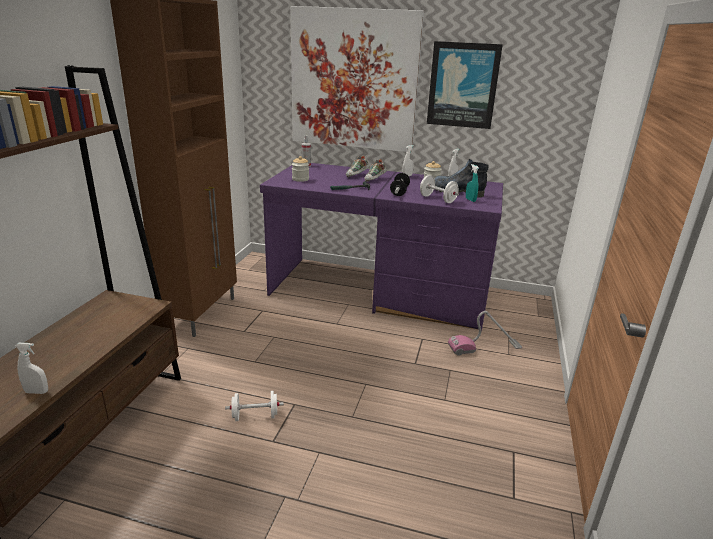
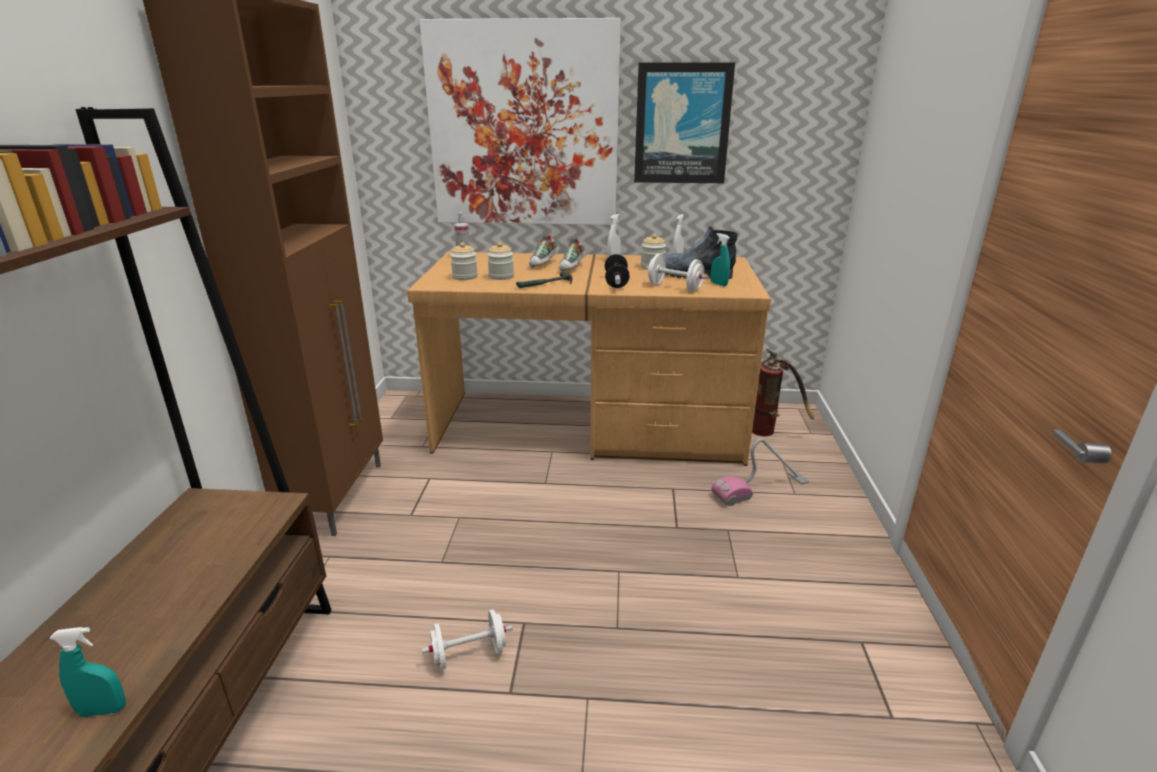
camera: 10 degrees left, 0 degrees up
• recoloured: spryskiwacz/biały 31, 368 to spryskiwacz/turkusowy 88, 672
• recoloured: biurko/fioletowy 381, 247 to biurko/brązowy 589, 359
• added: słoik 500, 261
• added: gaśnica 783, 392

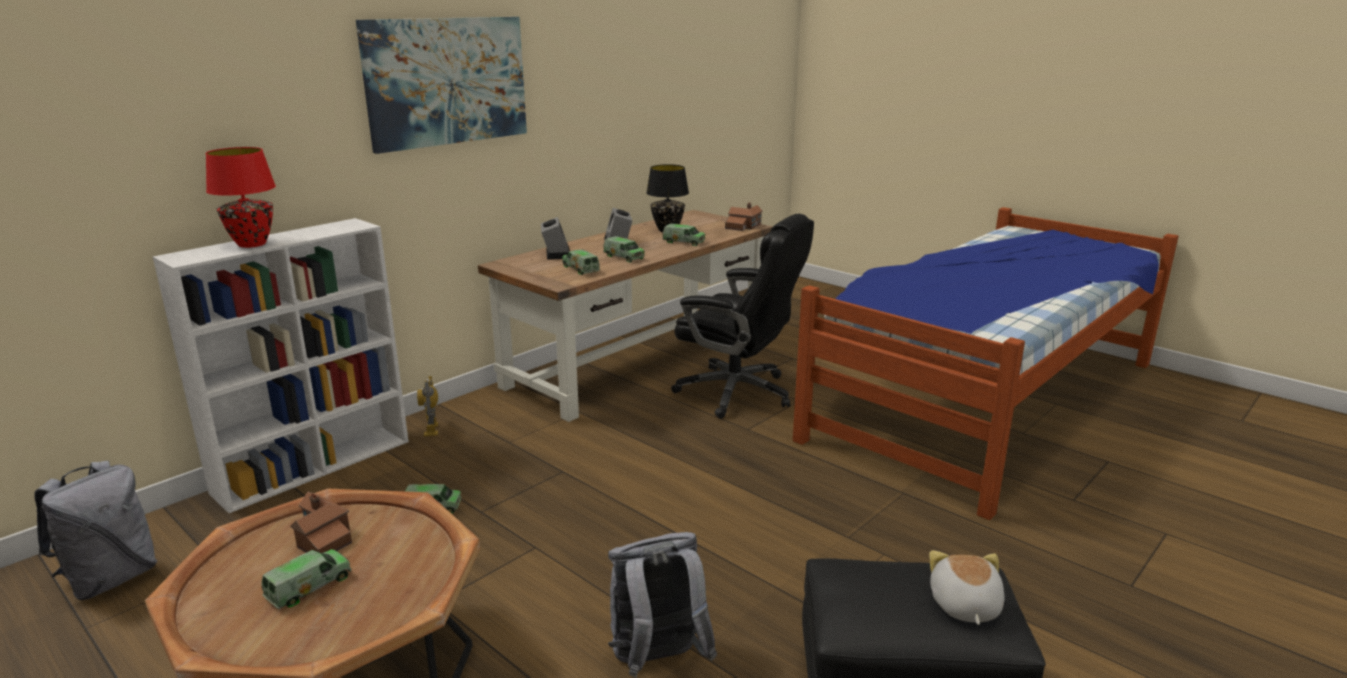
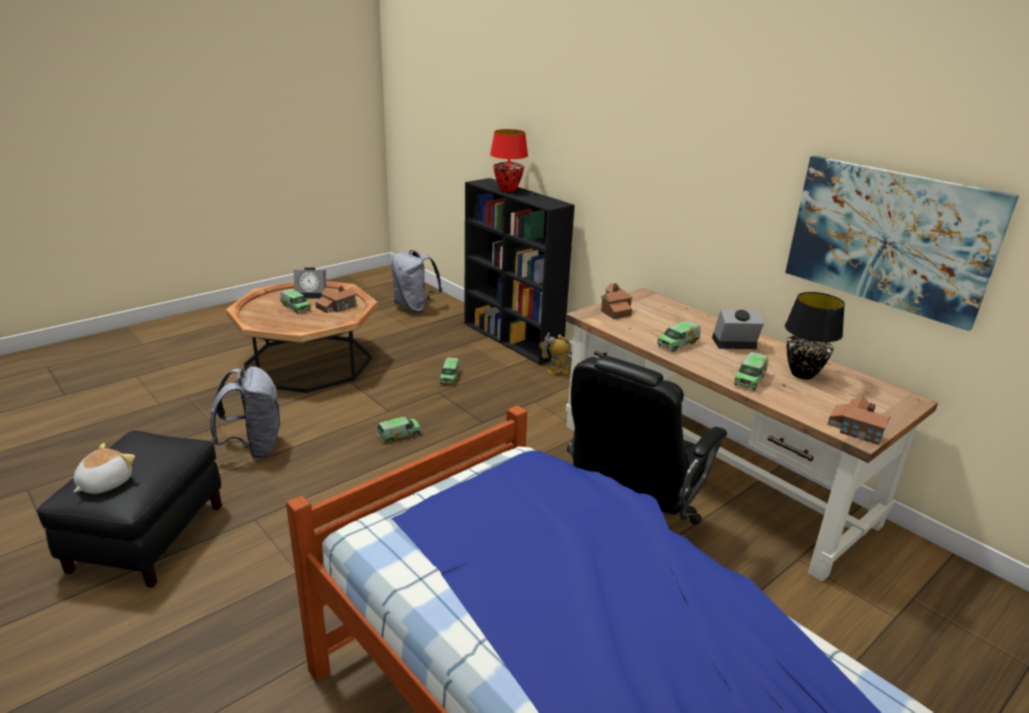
camera: 95 degrees right, 5 degrees up
• turned: pluszak 967, 587 = 104, 468 75 degrees counterclockwise
• moved: budzik 555, 238 to 310, 283
• moved: ciężarówka zabawkowa 581, 262 to 399, 429
• recoloured: regał/biały 281, 365 to regał/czarny 519, 271
• added: domek 617, 301
• moved: obraz 441, 85 to 902, 243

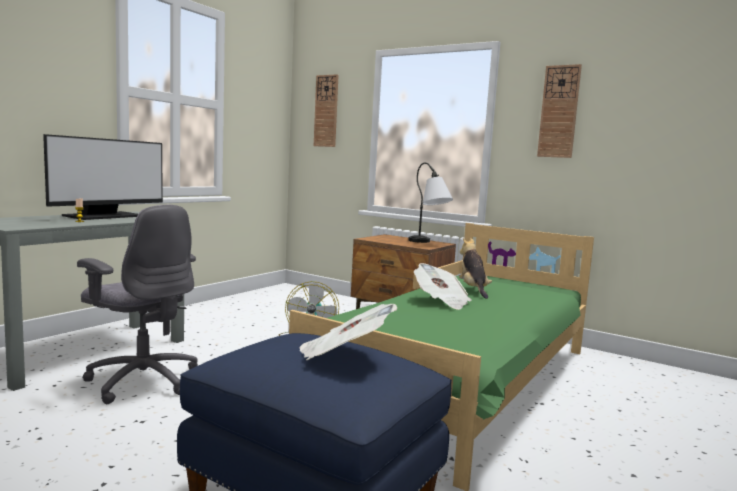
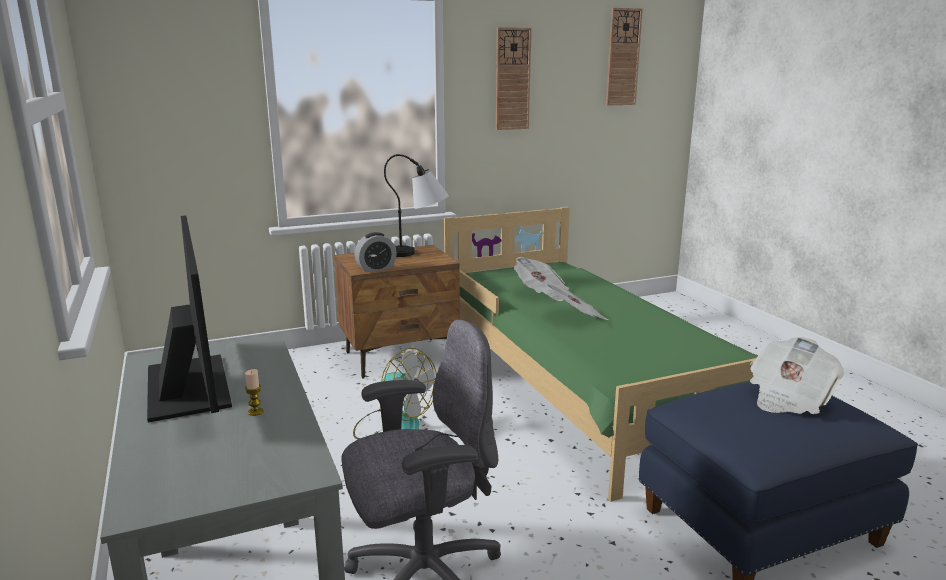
camera: 55 degrees left, 10 degrees up
• added: budzik 376, 252
• replaced: pluszak 475, 268 to gazeta 541, 279
• moved: zegar ścienny 326, 110 to 624, 57

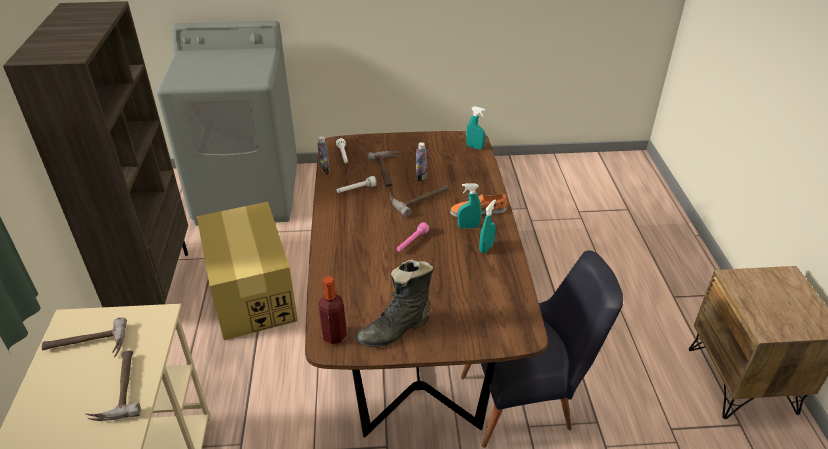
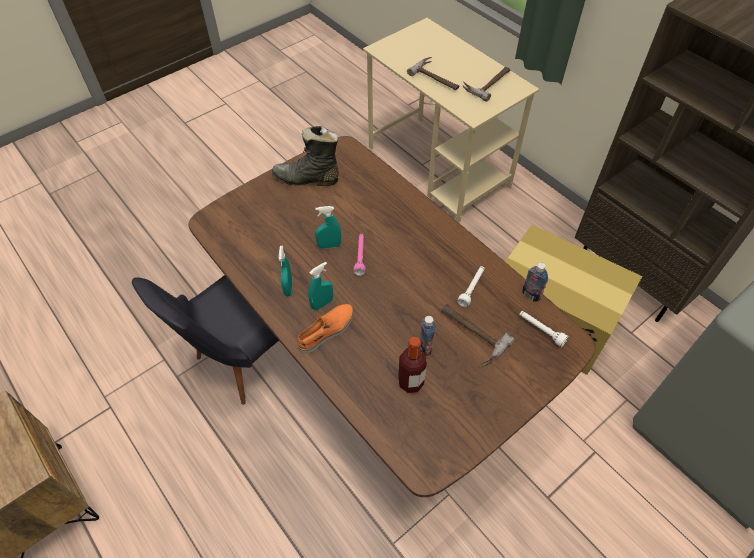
camera: 145 degrees right, 15 degrees up
• turned: but z cholewką/czarny 394, 303 = 305, 156 105 degrees counterclockwise
• moved: spryskiwacz/turkusowy 476, 127 to 328, 227
• moved: butelka 332, 310 to 412, 365
• removed: młotek 419, 201

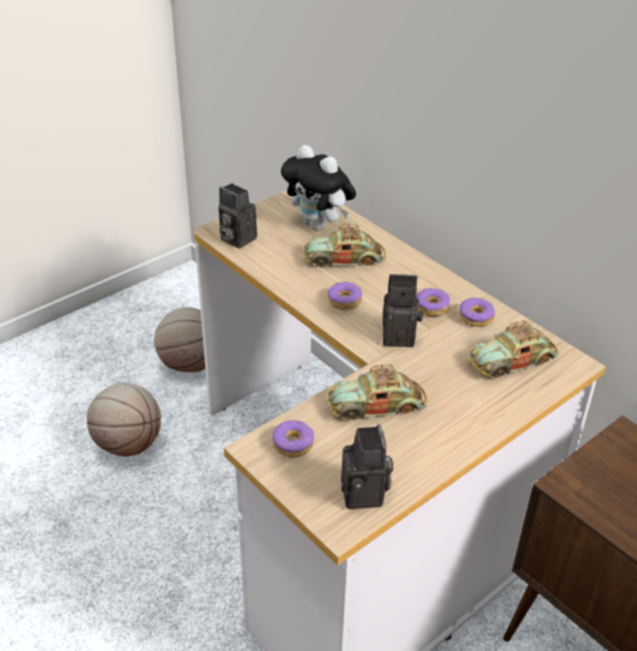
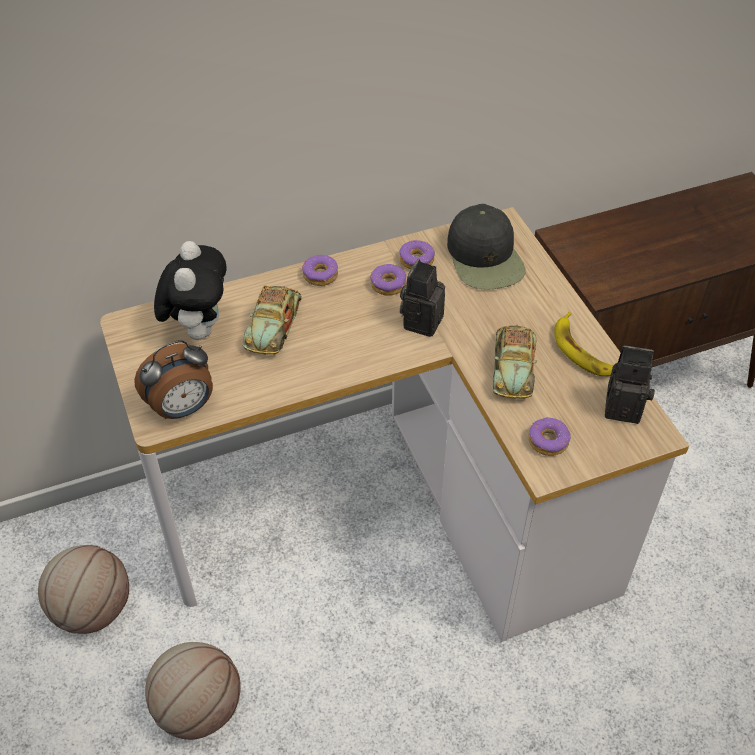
camera: 70 degrees left, 10 degrees up
• replaced: aparat fotograficzny 238, 216 to budzik 173, 379
• turned: pluszak 318, 187 = 190, 290 60 degrees counterclockwise
• moved: donut 345, 295 to 320, 270
• replaced: samochodzik 513, 349 to czapka z daszkiem/czarny 486, 247
• added: banan 584, 344

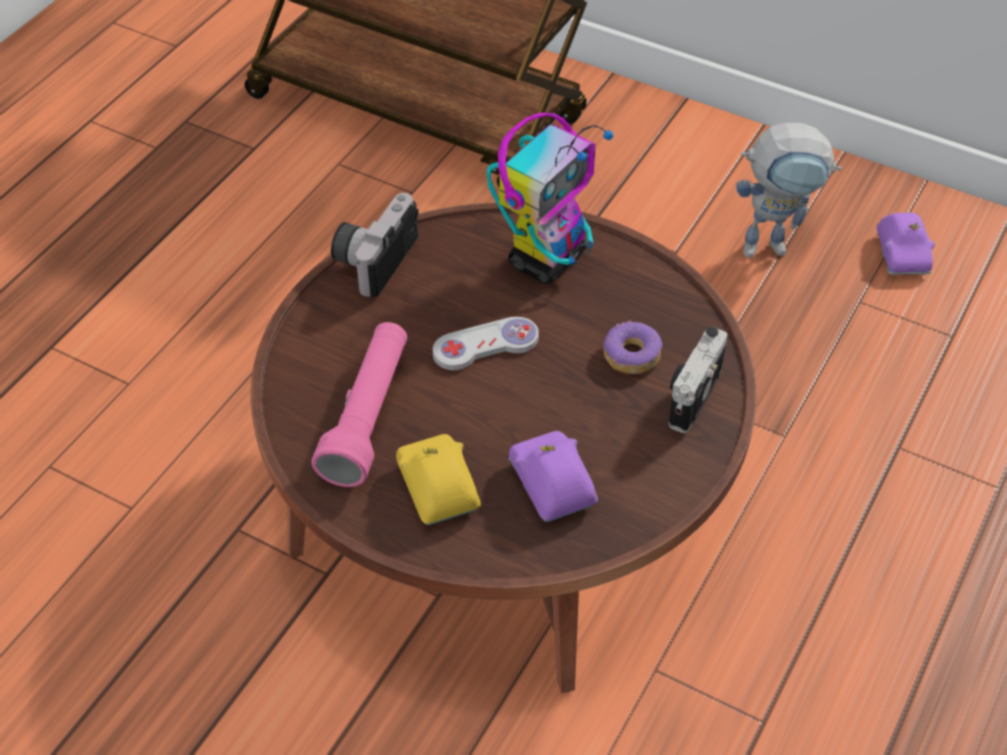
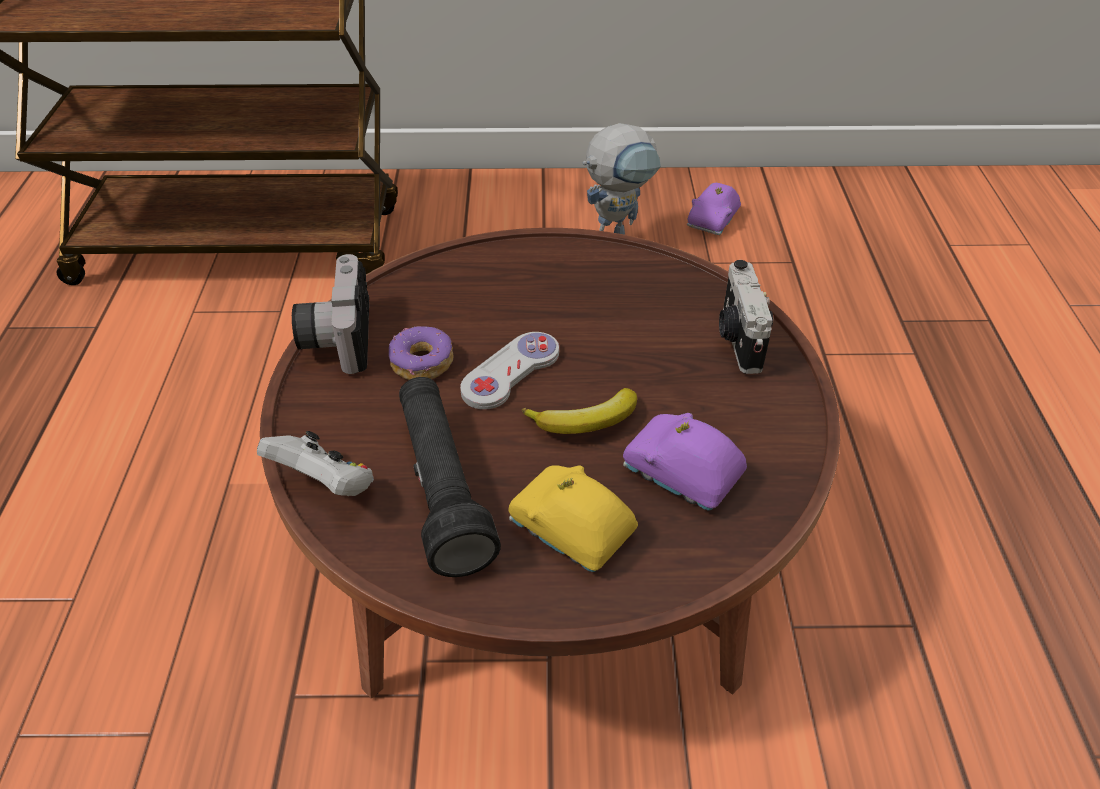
camera: 30 degrees left, 5 degrees down
• added: pad do gier/biały 315, 463
• moved: donut 633, 347 to 421, 353
• recoloured: latarka/różowy 359, 404 to latarka/czarny 450, 477
• added: banan 579, 411
• turned: samochodzik/fioletowy 906, 244 = 714, 209 60 degrees clockwise
• removed: robot zabawkowy 550, 198

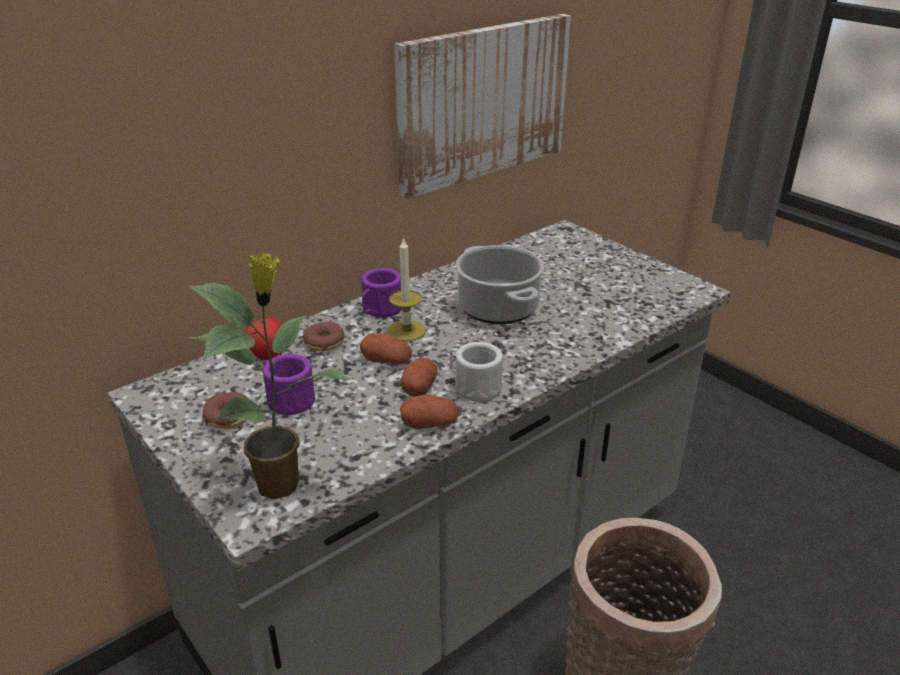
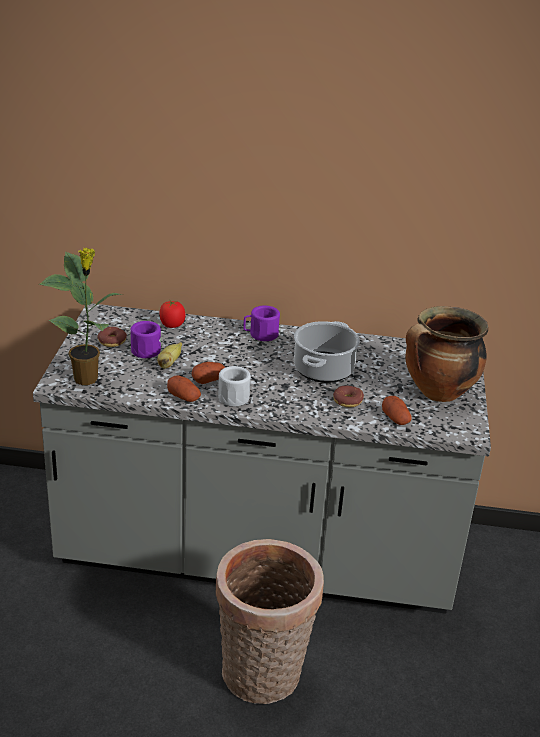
camera: 45 degrees right, 0 degrees up
• added: banan 169, 355
• moved: donut 324, 336 to 348, 396
• moved: ziemniak 386, 348 to 397, 410
• added: garnek 446, 354
• removed: świeca 407, 289
• removed: obraz 482, 106

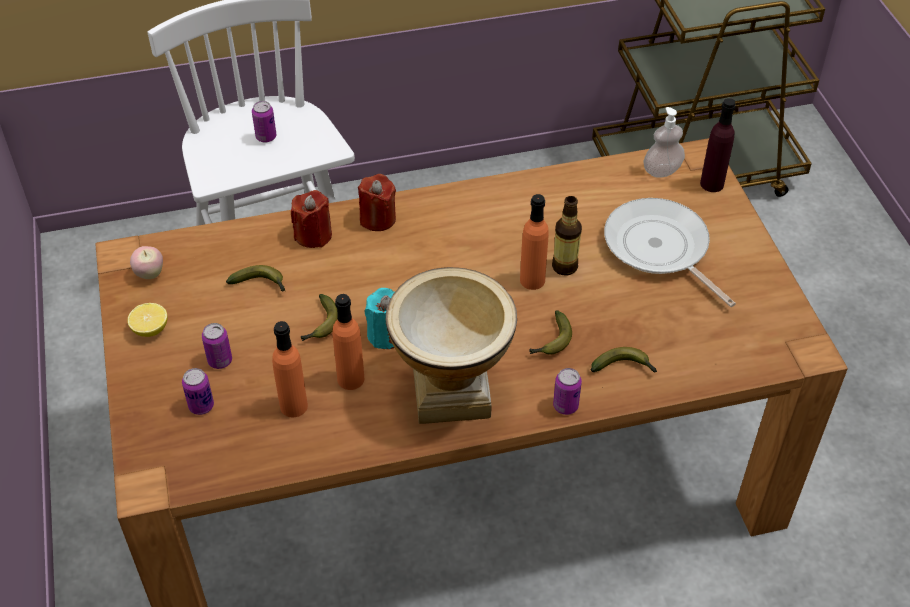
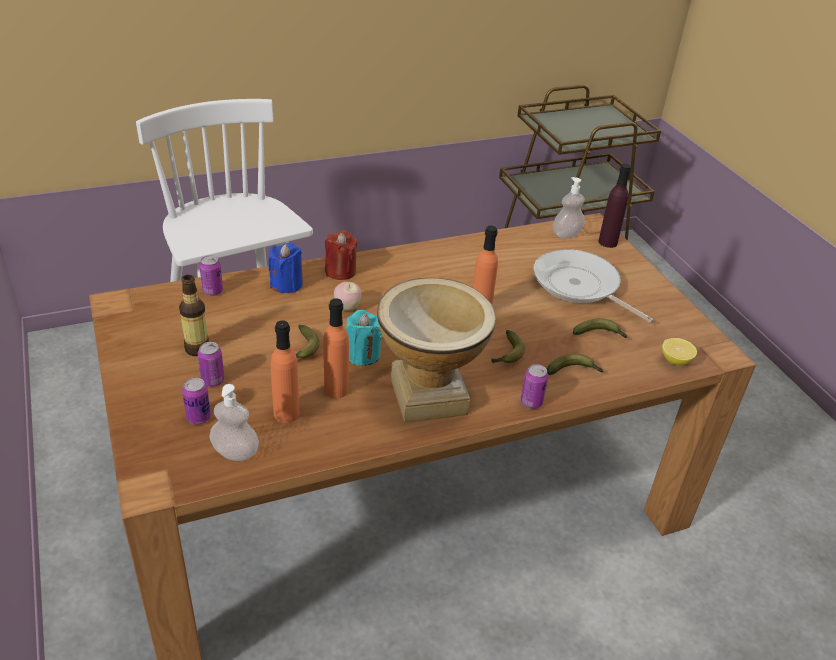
camera: 10 degrees left, 10 degrees down
• moved: butelka 567, 236 to 194, 315
• moved: puszka 264, 121 to 211, 275
• added: dozownik mydła 234, 422
• recoloured: świeca/czerwony 311, 219 to świeca/niebieski 285, 268
• moved: jabłko 146, 262 to 347, 296
• moved: banan 255, 278 to 600, 328
• moved: cytryna 148, 320 to 679, 351

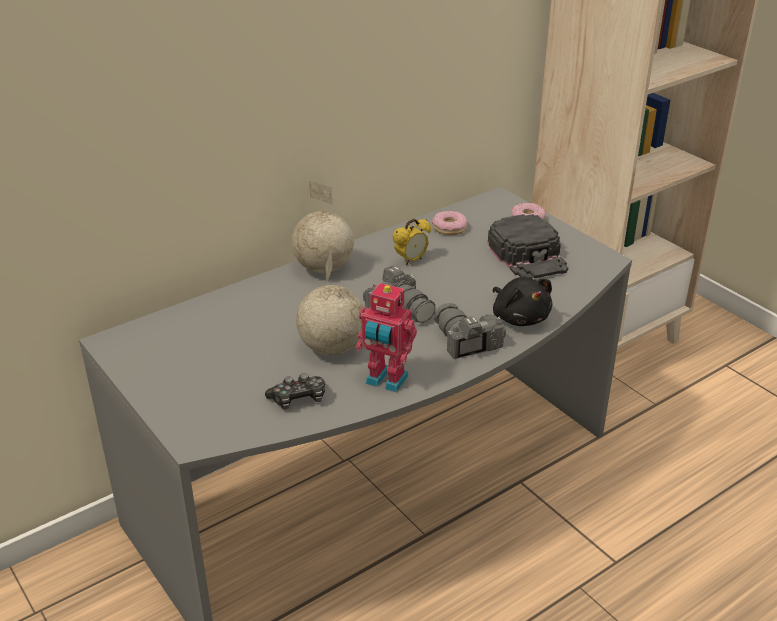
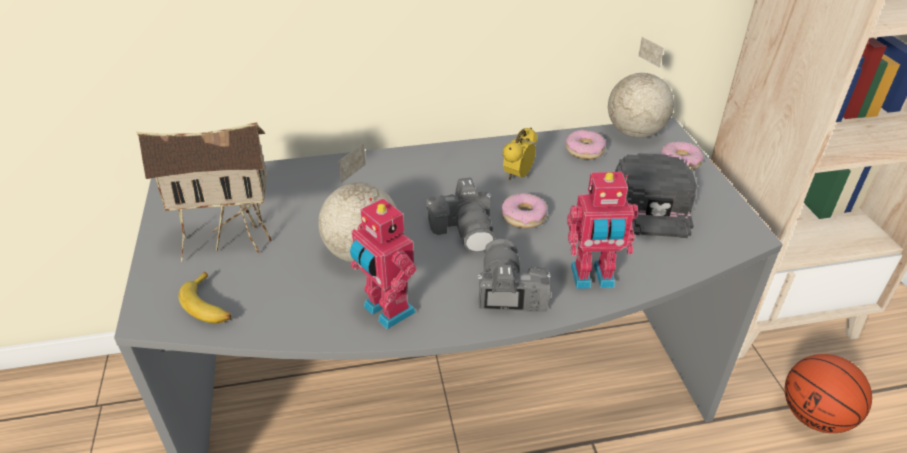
camera: 25 degrees right, 5 degrees up
• added: domek 204, 192
• added: banan 205, 297
• added: donut 525, 210
• turned: budzik 411, 241 = 520, 154 135 degrees clockwise
• replaced: pluszak/czarny 522, 301 to robot zabawkowy 602, 230
• moved: globus 323, 226 to 641, 87
• added: piłka do koszykówki 828, 393
• removed: pad do gier 295, 391

